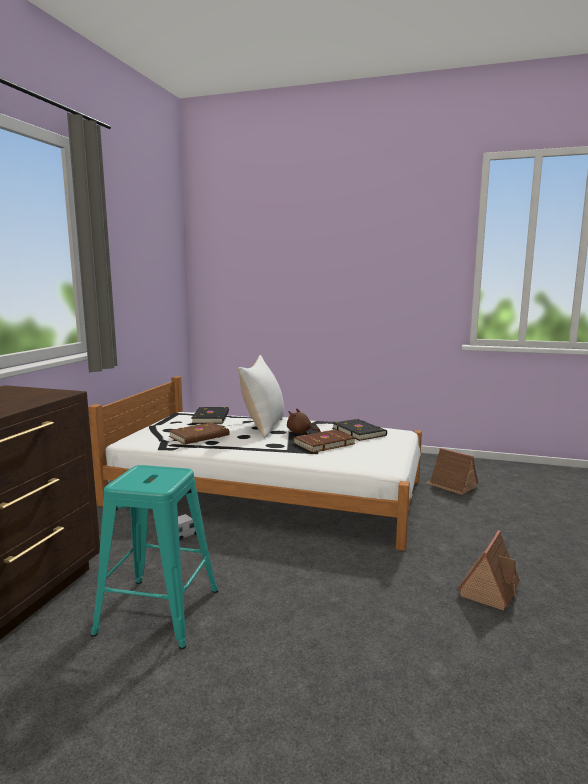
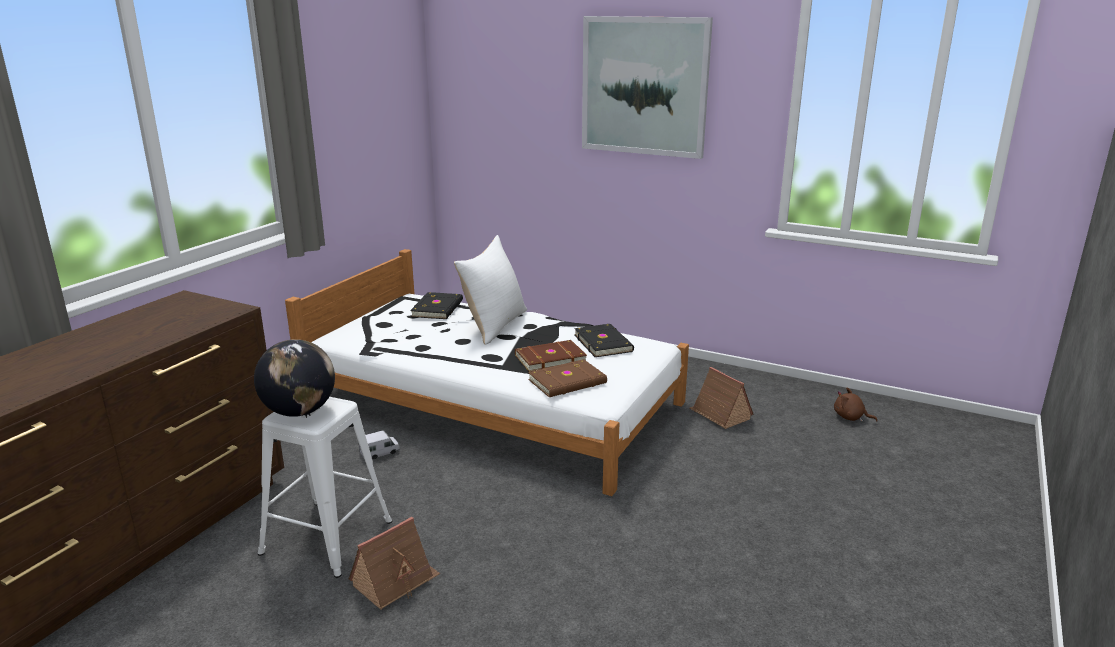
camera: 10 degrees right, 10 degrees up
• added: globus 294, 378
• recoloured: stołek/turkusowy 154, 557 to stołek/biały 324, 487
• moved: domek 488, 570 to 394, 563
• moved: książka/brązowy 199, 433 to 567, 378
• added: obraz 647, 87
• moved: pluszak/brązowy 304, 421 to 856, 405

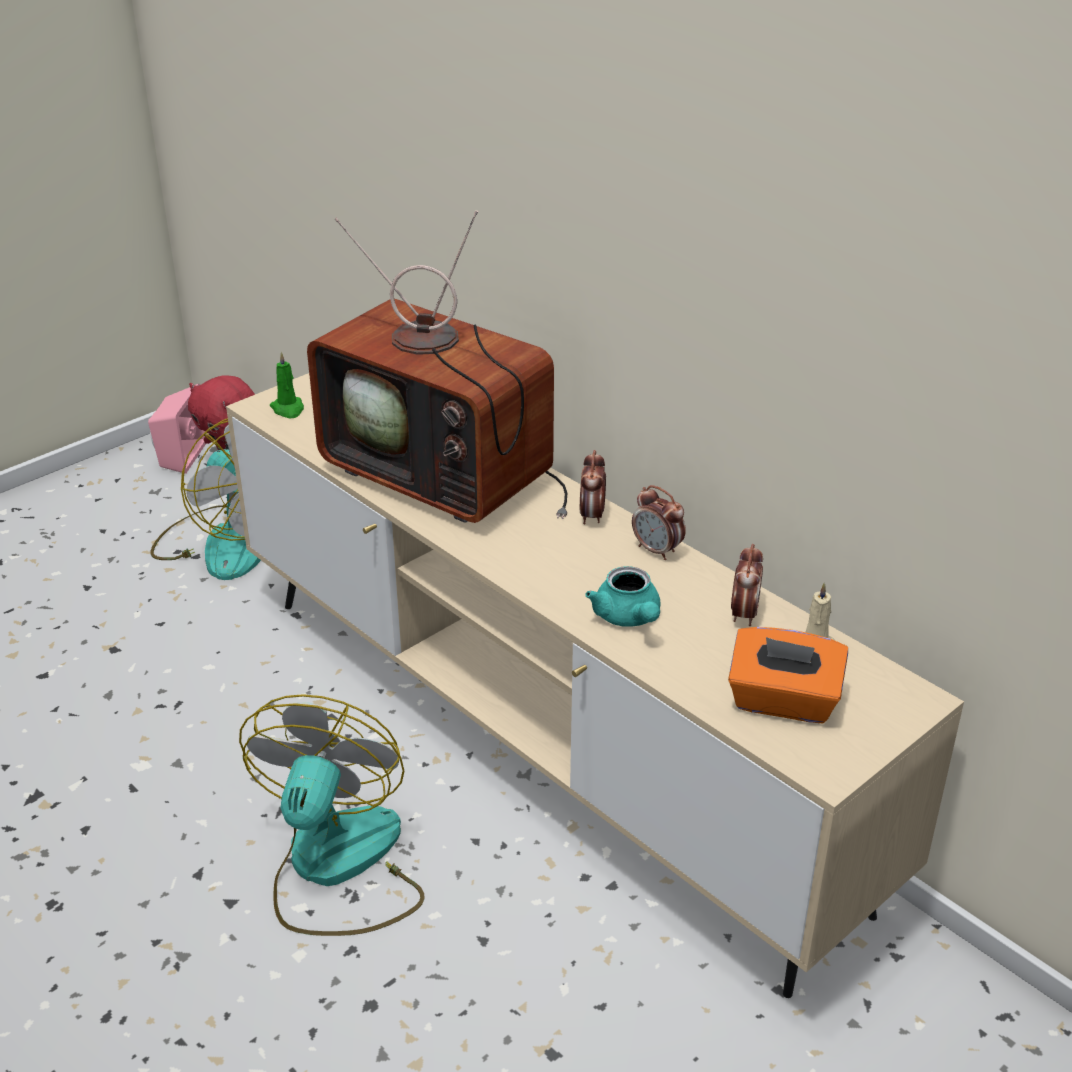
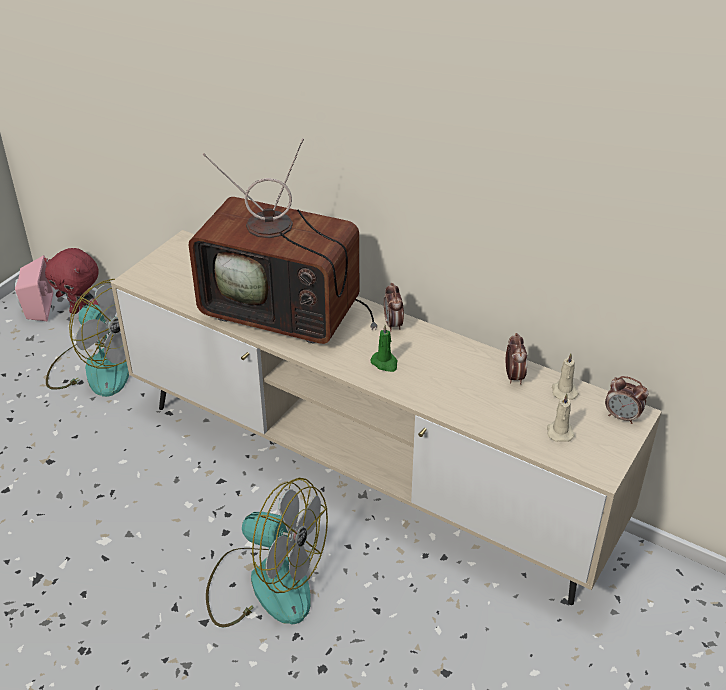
camera: 15 degrees left, 5 degrees up
• turned: wentylator 332, 815 = 267, 552 120 degrees clockwise
• moved: świeca/zielony 287, 385 to 383, 348
• replaced: pudełko chusteczek/pomarańczowy 788, 675 to świeca/beżowy 561, 418
• moved: budzik 659, 522 to 626, 400
• removed: imbryk/turkusowy 623, 596

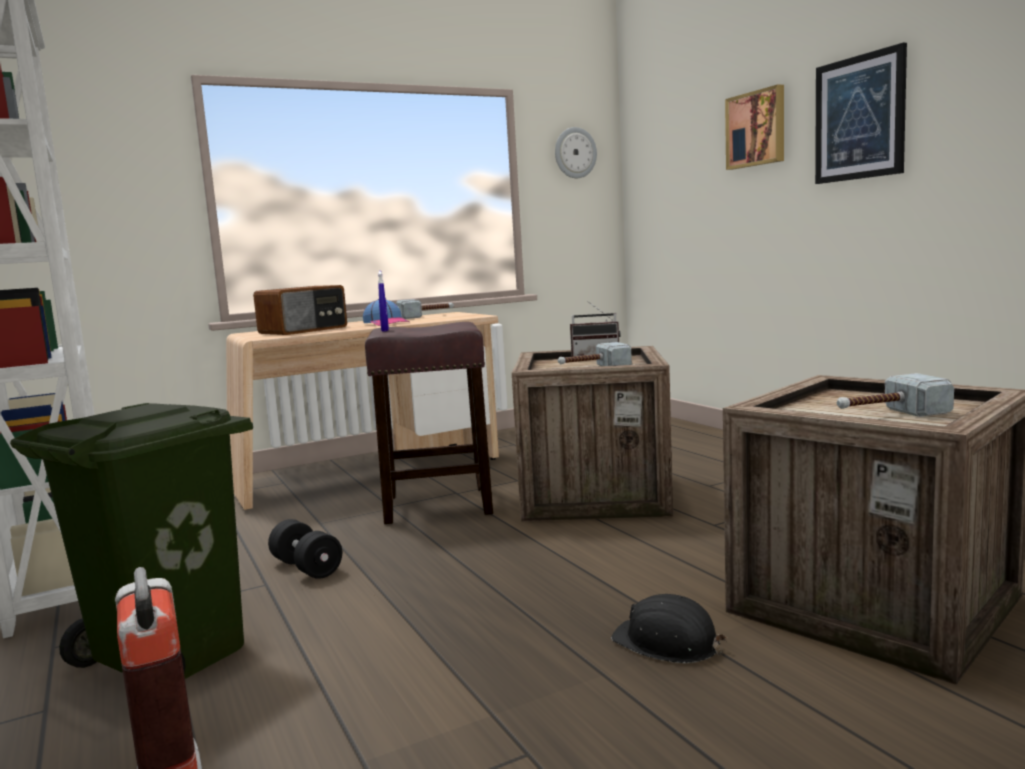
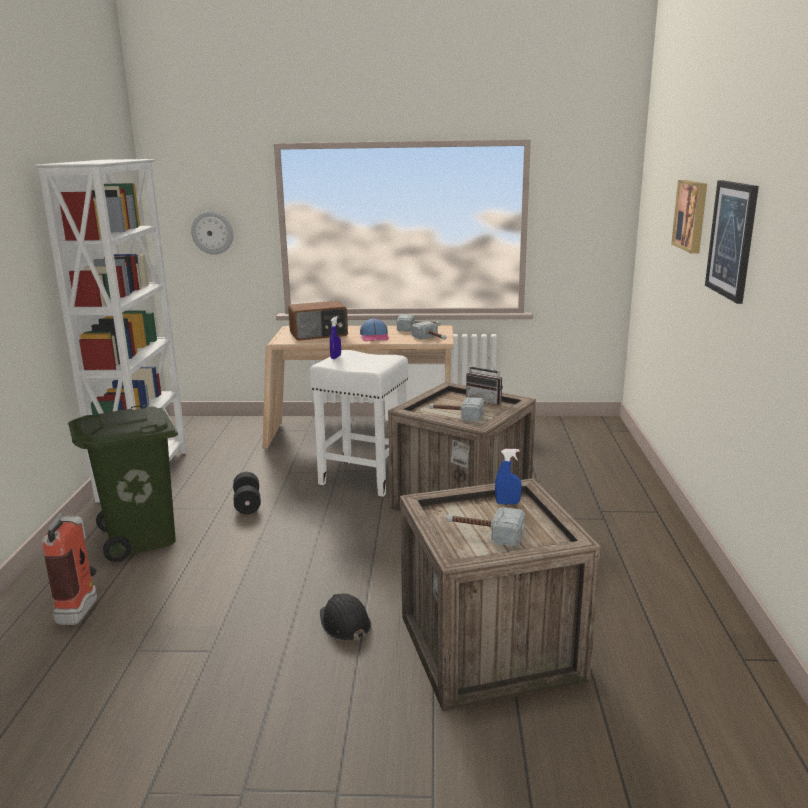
camera: 30 degrees right, 10 degrees up
• moved: zegar ścienny 576, 152 to 212, 233
• recoloured: stołek/brązowy 429, 423 to stołek/biały 358, 423
• added: młotek 429, 330
• added: spryskiwacz/niebieski 508, 476

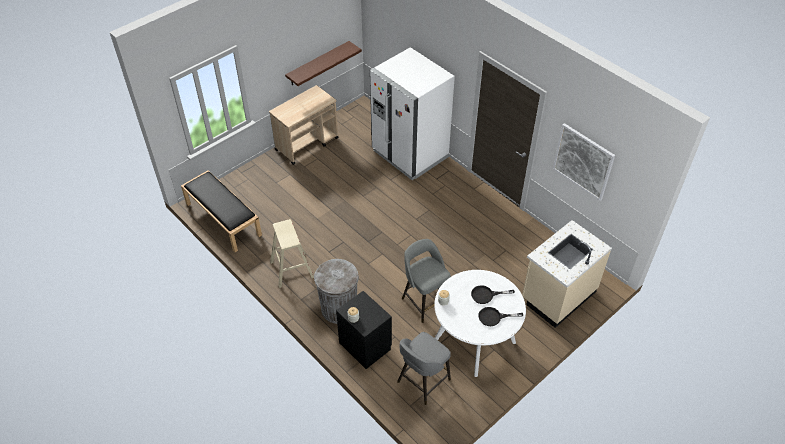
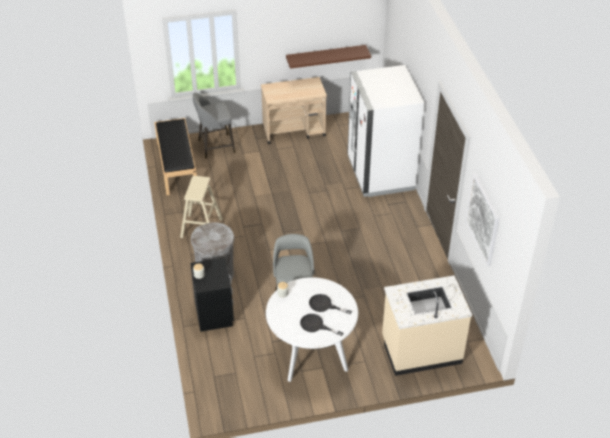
camera: 30 degrees right, 5 degrees down
• moved: stołek/szary 424, 368 to 214, 126

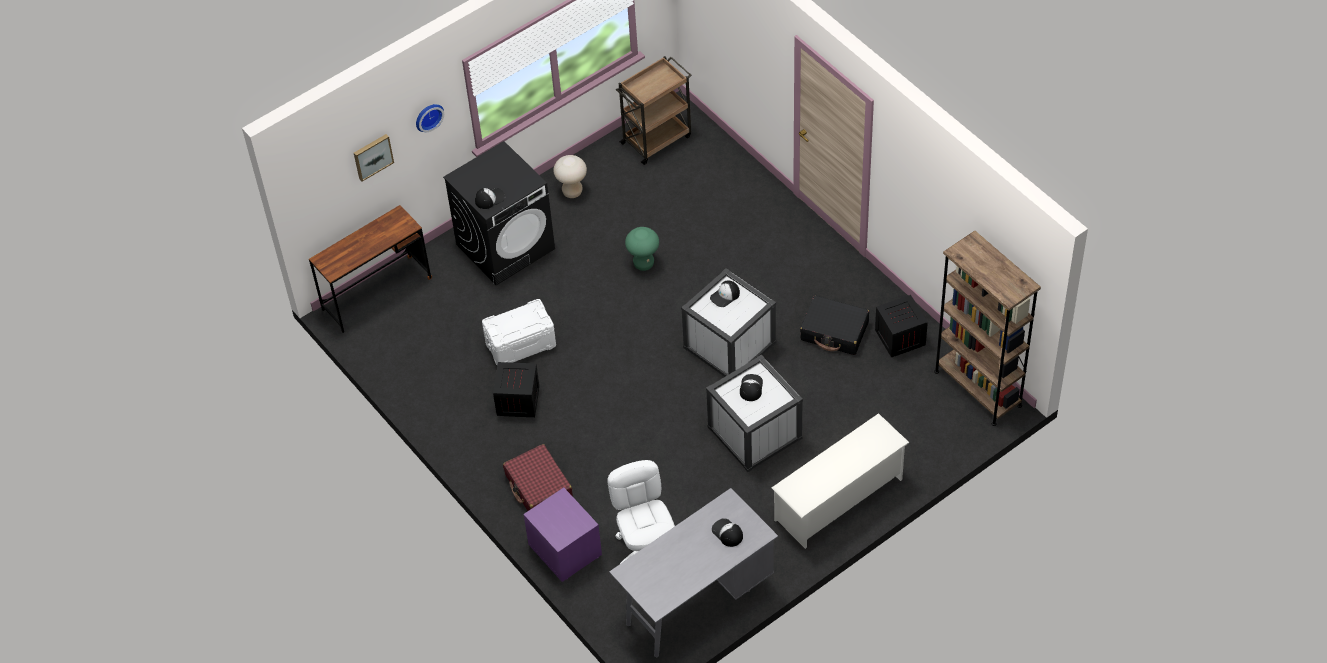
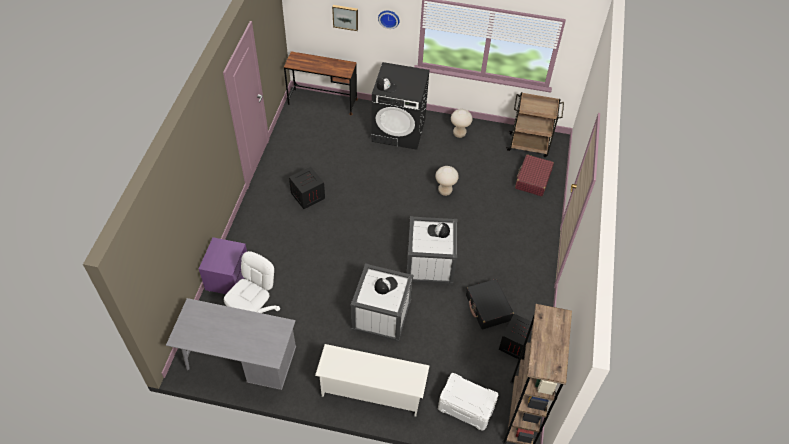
camera: 45 degrees right, 0 degrees up
• recoloured: stołek/zielony 642, 249 to stołek/beżowy 447, 181
• moved: pojemnik do przechowywania/biały 519, 332 to 468, 402
• moved: walizka/czerwony 538, 477 to 534, 175
• removed: czapka z daszkiem 727, 532

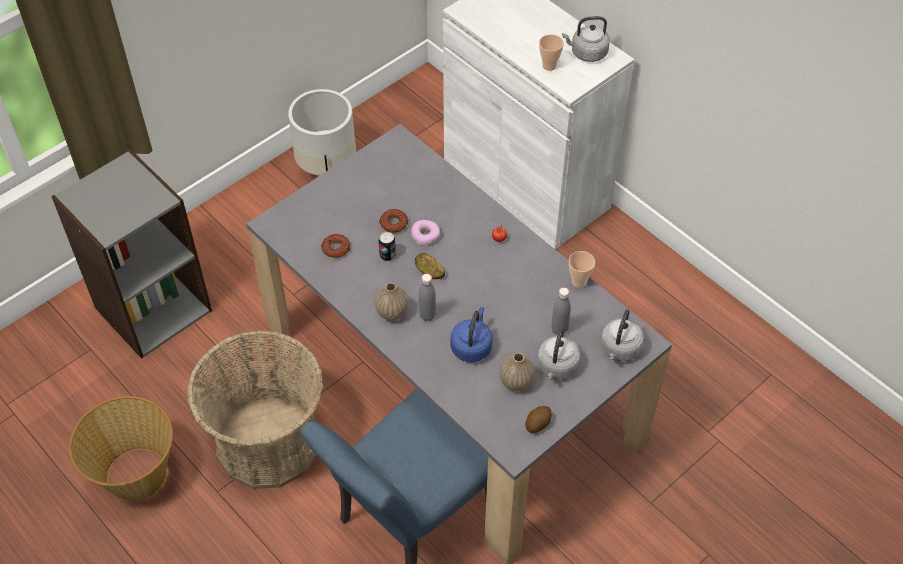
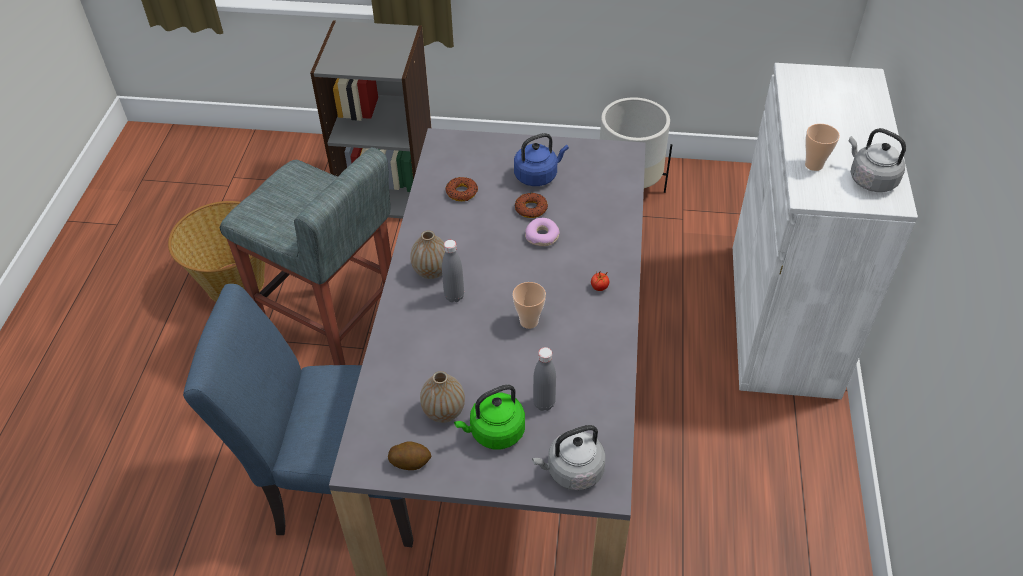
camera: 50 degrees right, 5 degrees down
• replaced: koszyk 255, 409 to stołek/szary 305, 256
• recoloured: czajnik/szary 558, 353 to czajnik/zielony 489, 416
• moved: filiżanka 582, 269 to 529, 305
• moved: czajnik/niebieski 472, 334 to 541, 159
• removed: puszka 387, 246
• removed: ziemniak 430, 266

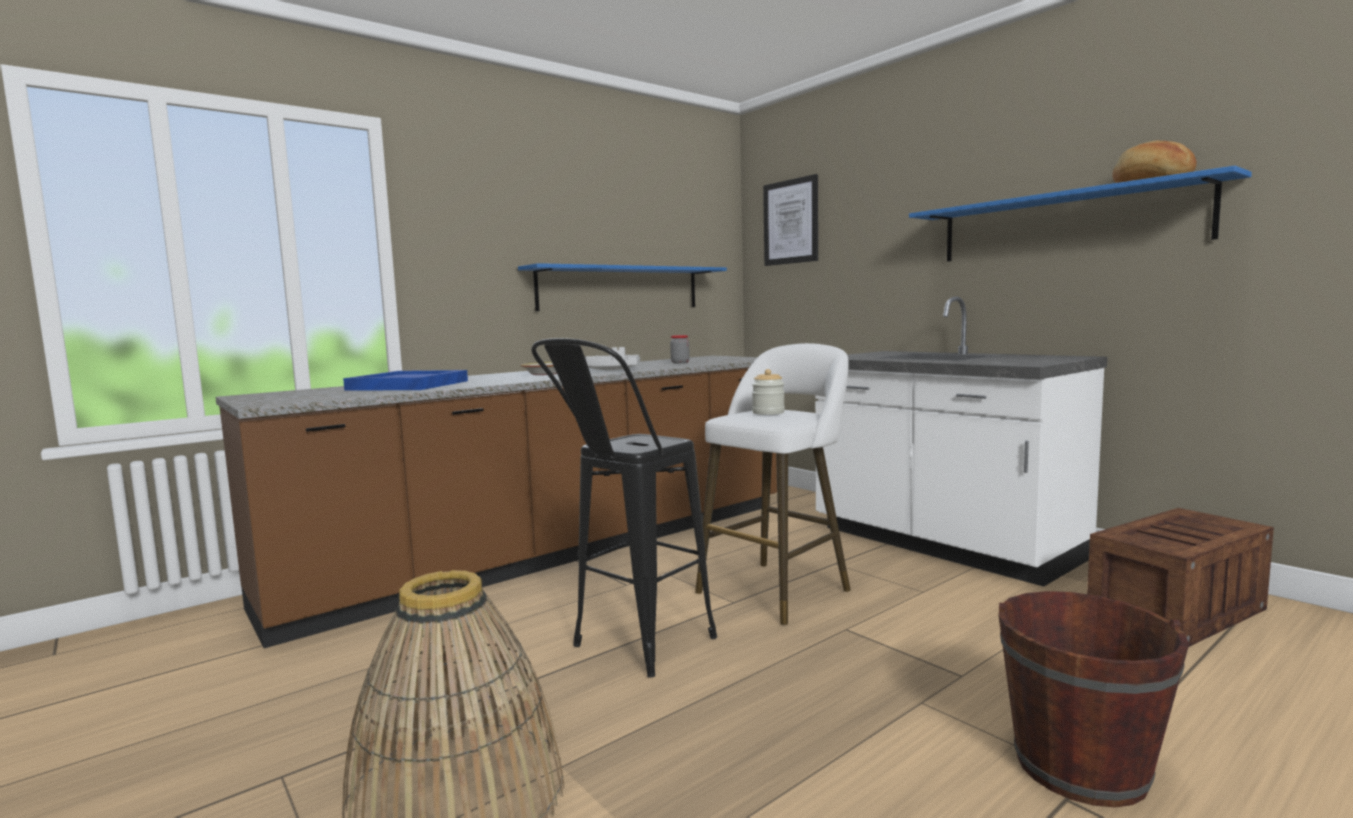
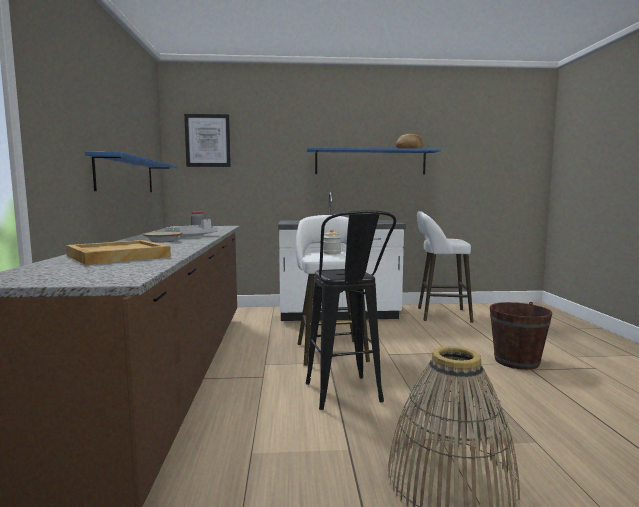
camera: 55 degrees left, 0 degrees up
• recoloured: taca/niebieski 405, 380 to taca/beżowy 118, 252
• replaced: skrzynka 1180, 577 to stołek/biały 445, 267

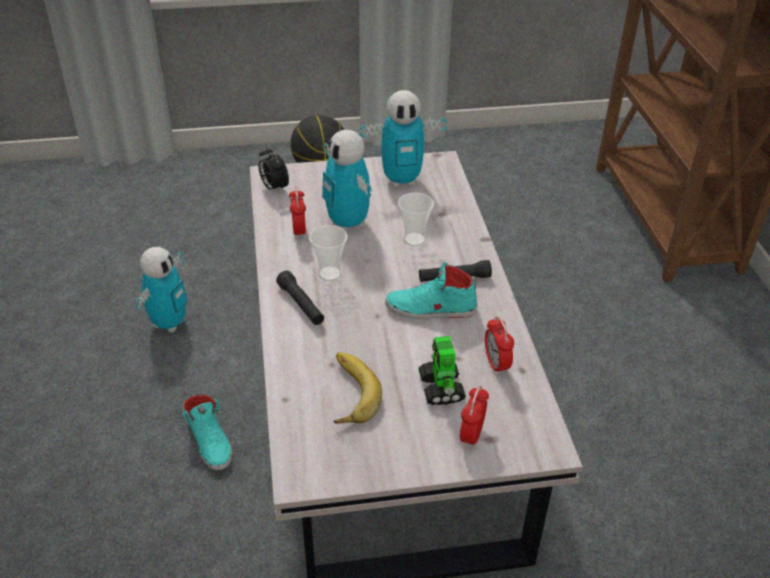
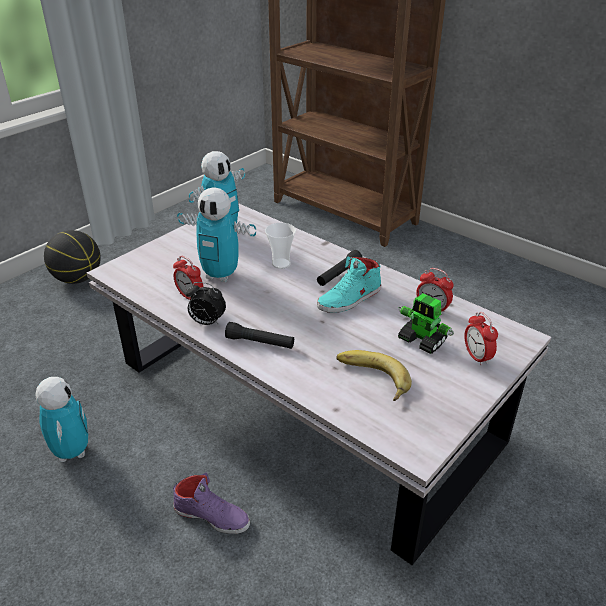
camera: 40 degrees left, 5 degrees down
• recoloured: but/turkusowy 207, 432 to but/fioletowy 211, 503
• moved: budzik 273, 169 to 206, 303
• removed: filiżanka 328, 253

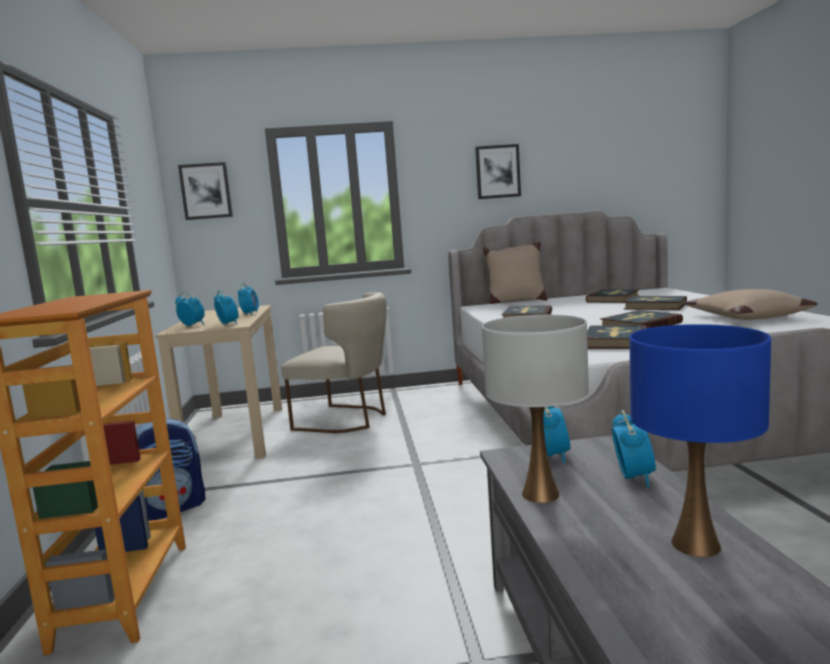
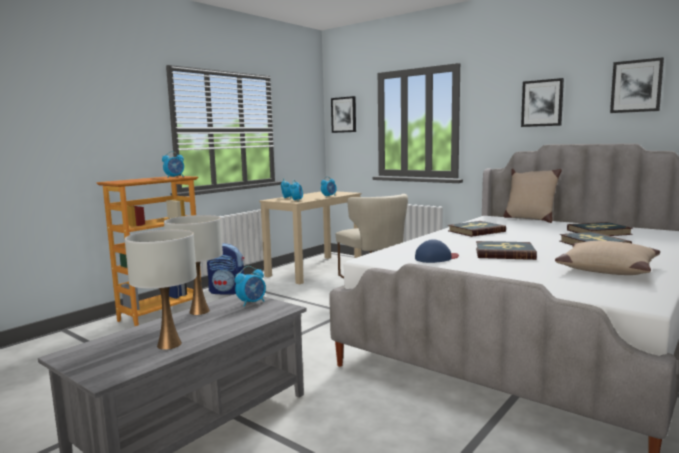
camera: 45 degrees right, 0 degrees up
• recoloured: lampa stołowa/niebieski 700, 440 to lampa stołowa/biały 161, 290
• moved: budzik 634, 448 to 173, 164
• replaced: książka 617, 337 to czapka z daszkiem/niebieski 437, 251
• added: obraz 637, 85

